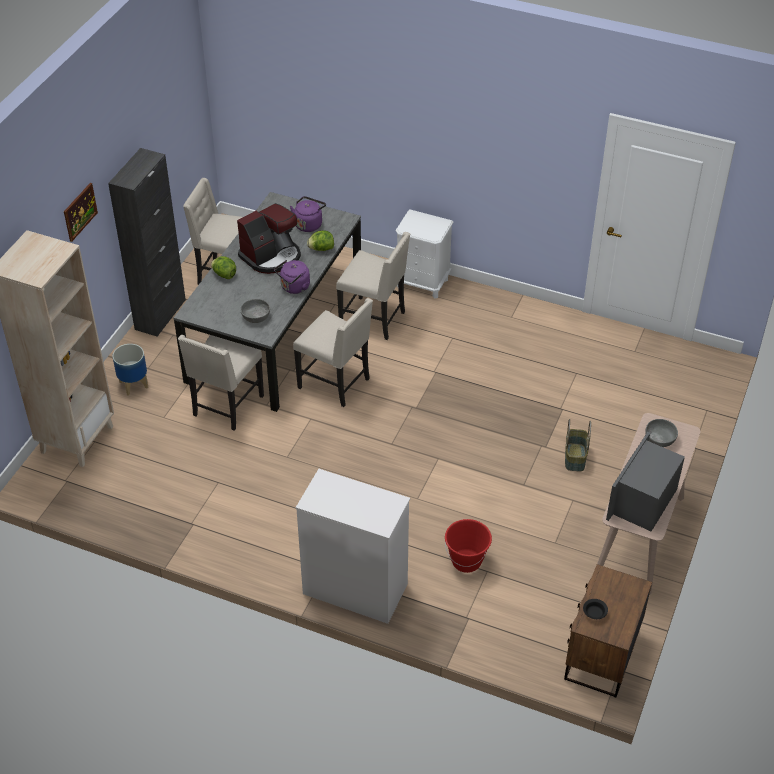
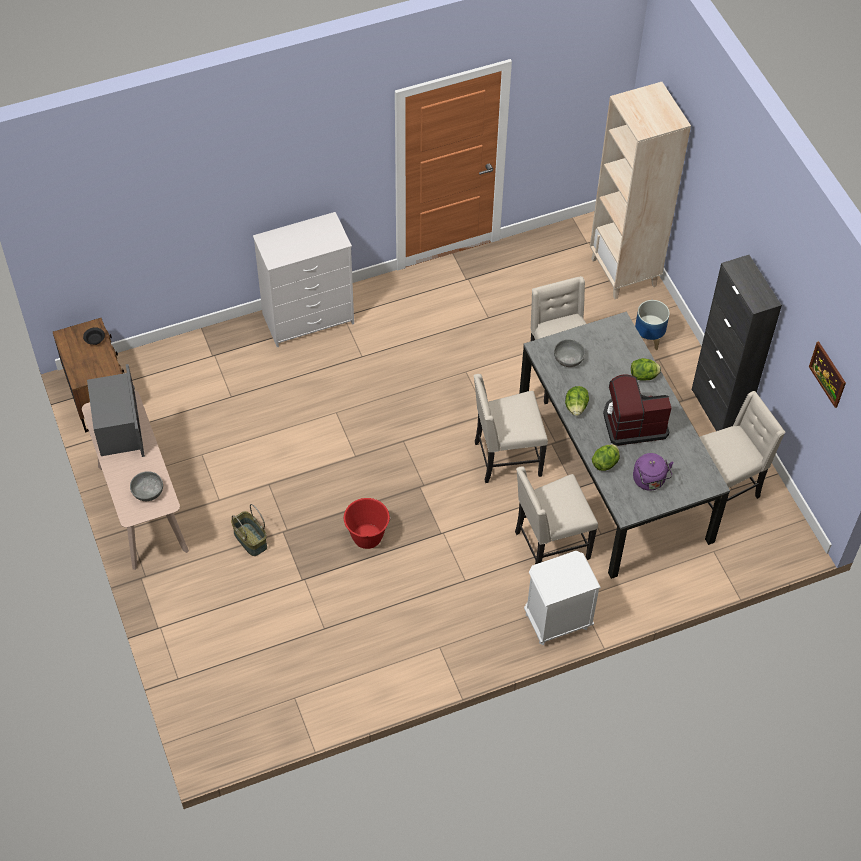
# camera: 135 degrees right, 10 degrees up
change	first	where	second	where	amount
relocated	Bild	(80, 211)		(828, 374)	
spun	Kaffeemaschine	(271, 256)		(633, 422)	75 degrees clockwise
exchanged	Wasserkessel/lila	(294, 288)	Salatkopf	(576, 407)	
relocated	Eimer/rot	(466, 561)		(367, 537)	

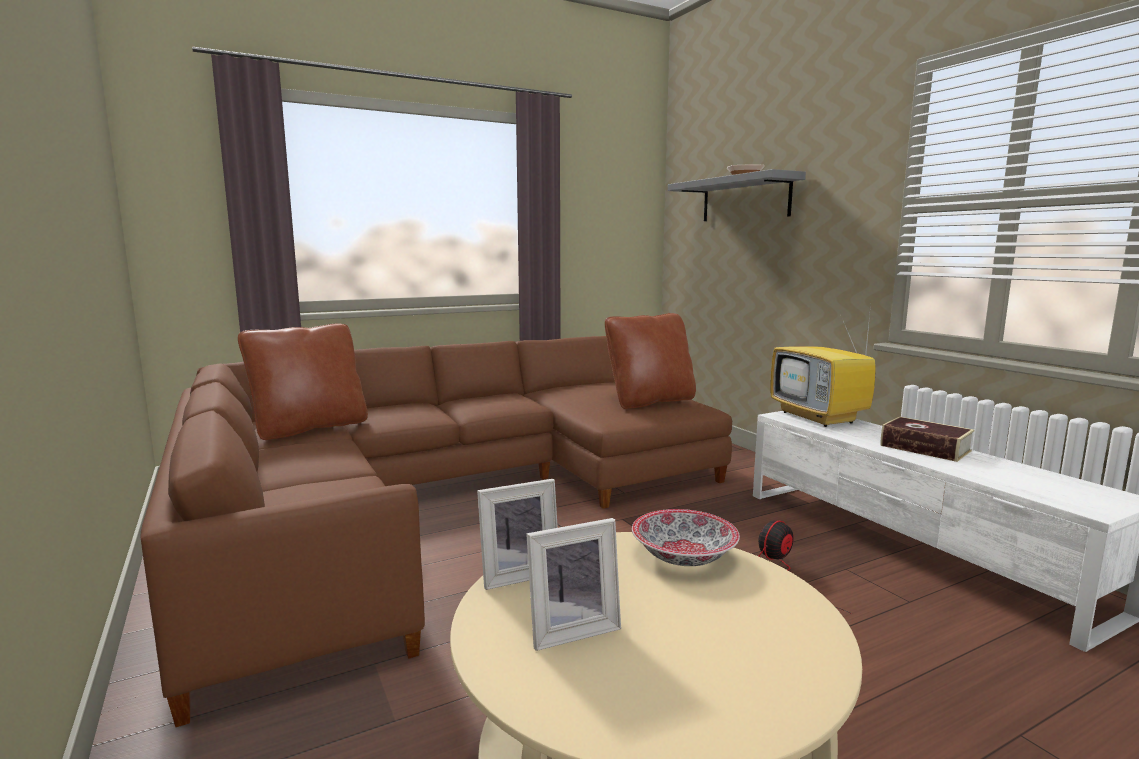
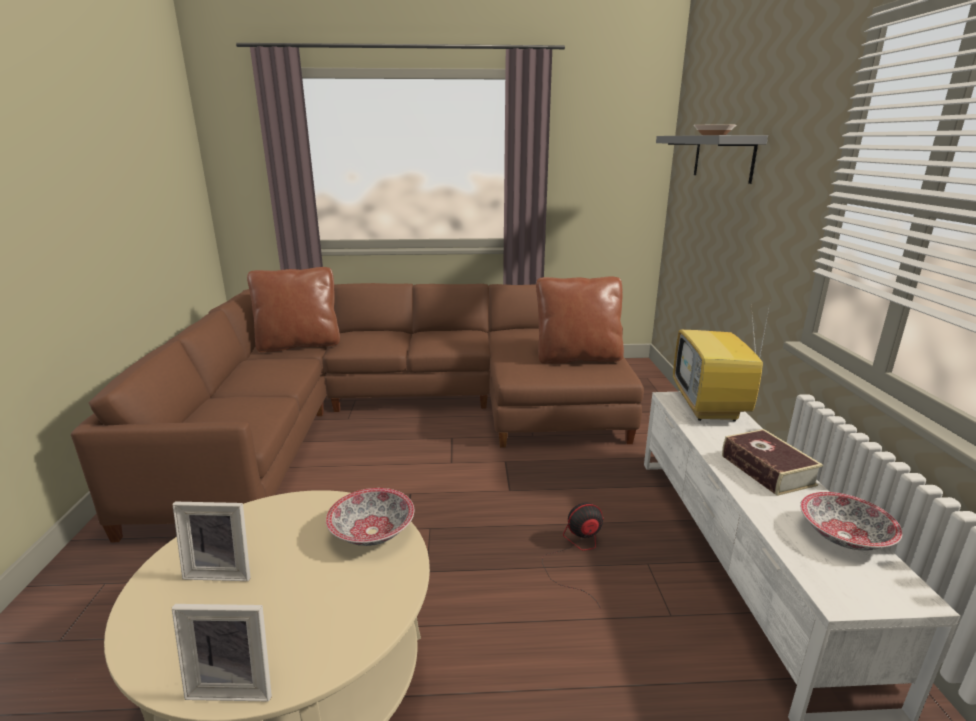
# camera: 25 degrees right, 10 degrees up
change	first	where	second	where	amount
relocated	Bilderrahmen	(518, 574)		(235, 683)	
appeared			Schüssel	(844, 537)	

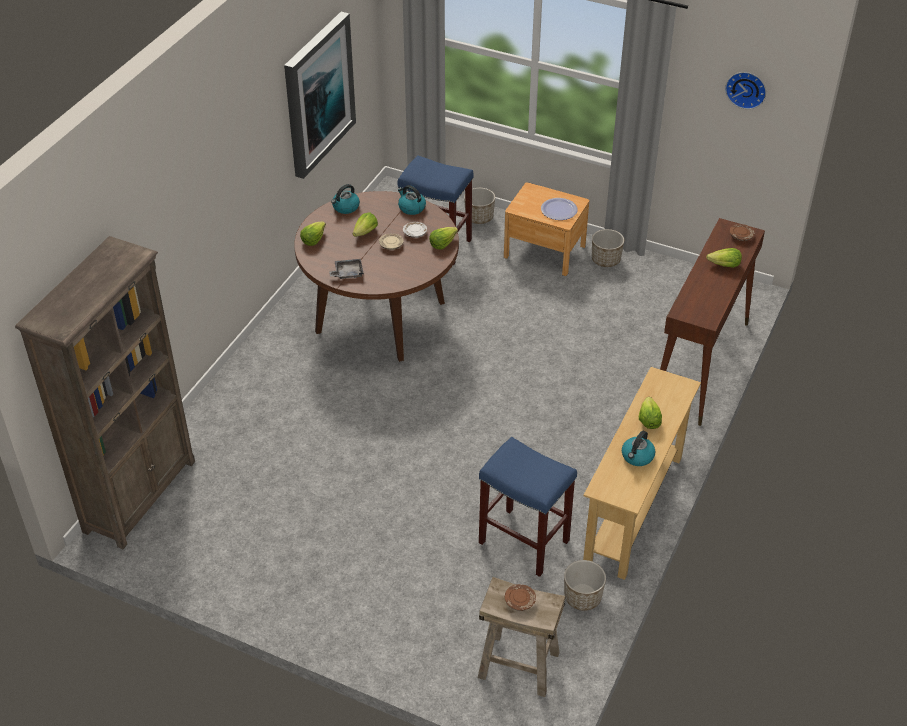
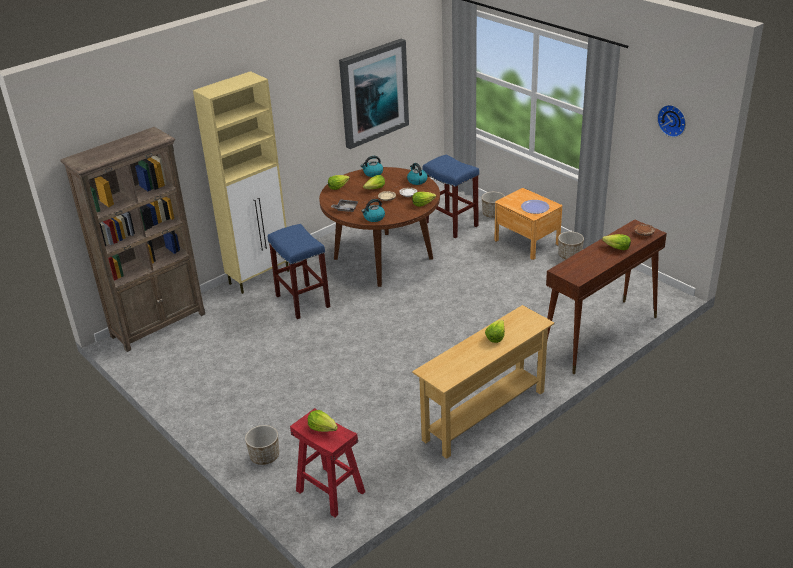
# camera: 25 degrees right, 10 degrees down
change	first	where	second	where	amount
relocated	Wasserkessel	(637, 457)		(374, 218)	
relocated	Hocker/blau	(522, 541)		(302, 301)	
relocated	Pflanzkübel	(582, 597)		(264, 456)	
colour	Hocker/beige	(518, 665)	Hocker/rot	(330, 491)	
exchanged	Teller/braun	(520, 601)	Salatkopf	(323, 428)	
appeared			Schrank/beige	(260, 277)	

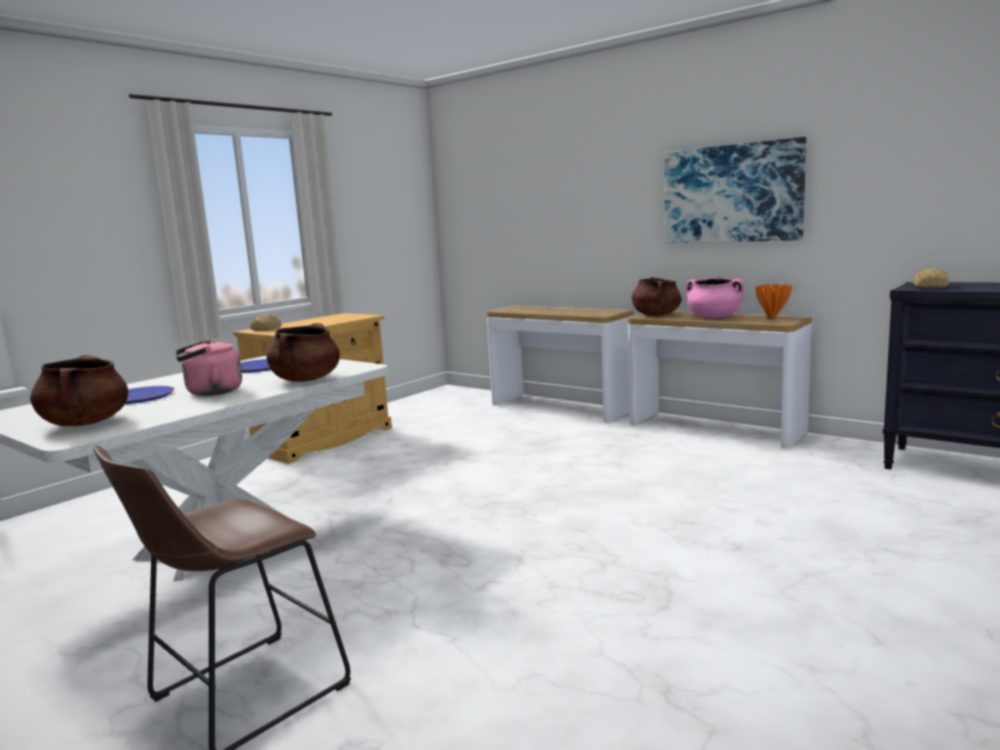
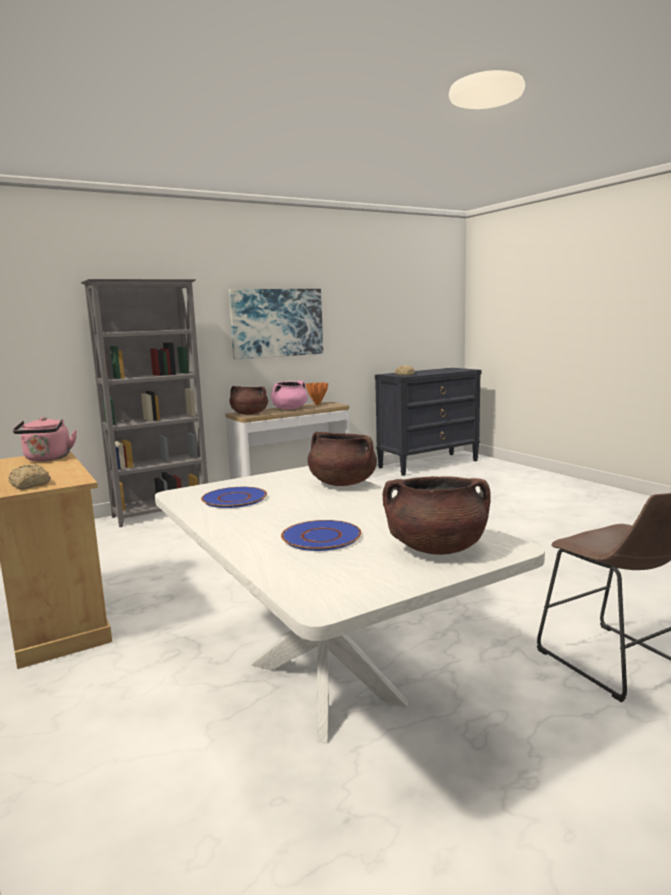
# camera: 70 degrees left, 0 degrees up
change	first	where	second	where	amount
exchanged	Konsolentisch	(560, 407)	Bücherregal/grau	(162, 513)	
relocated	Wasserkessel/rosa	(210, 392)		(47, 459)	

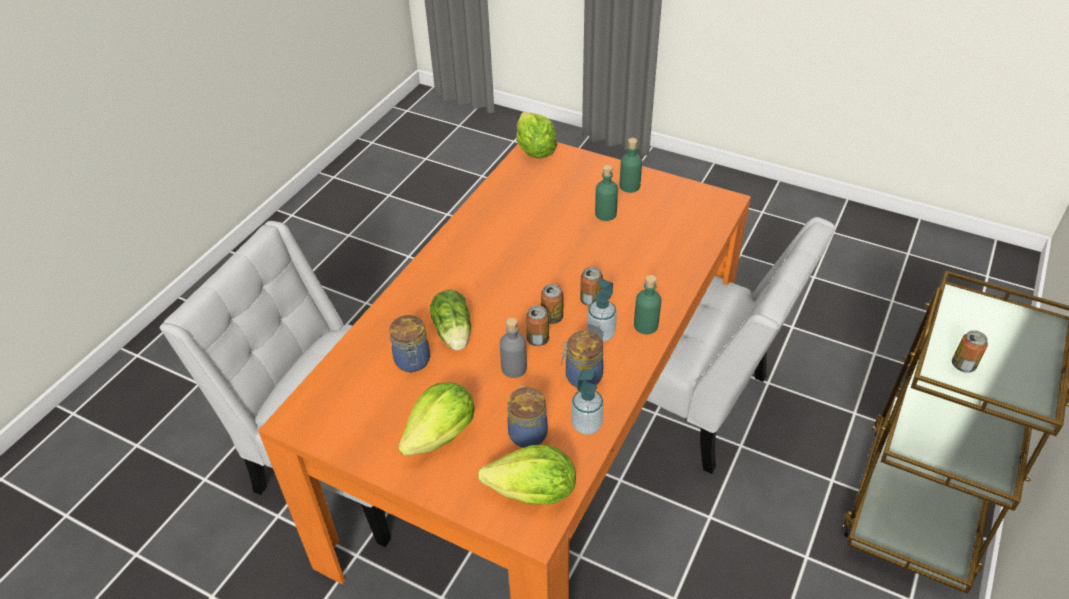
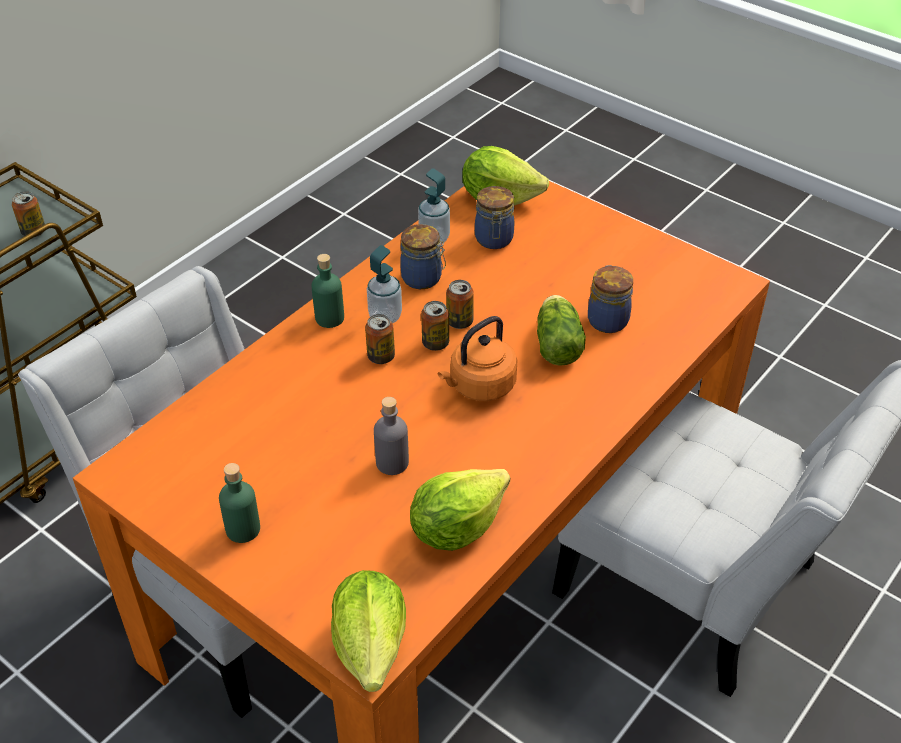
# camera: 170 degrees left, 0 degrees up
change	first	where	second	where	amount
missing	Flasche/grün	(605, 214)			
relocated	Flasche/grau	(514, 368)		(392, 462)	
relocated	Salatkopf	(442, 435)		(456, 527)	
appeared			Wasserkessel/orange	(479, 386)	

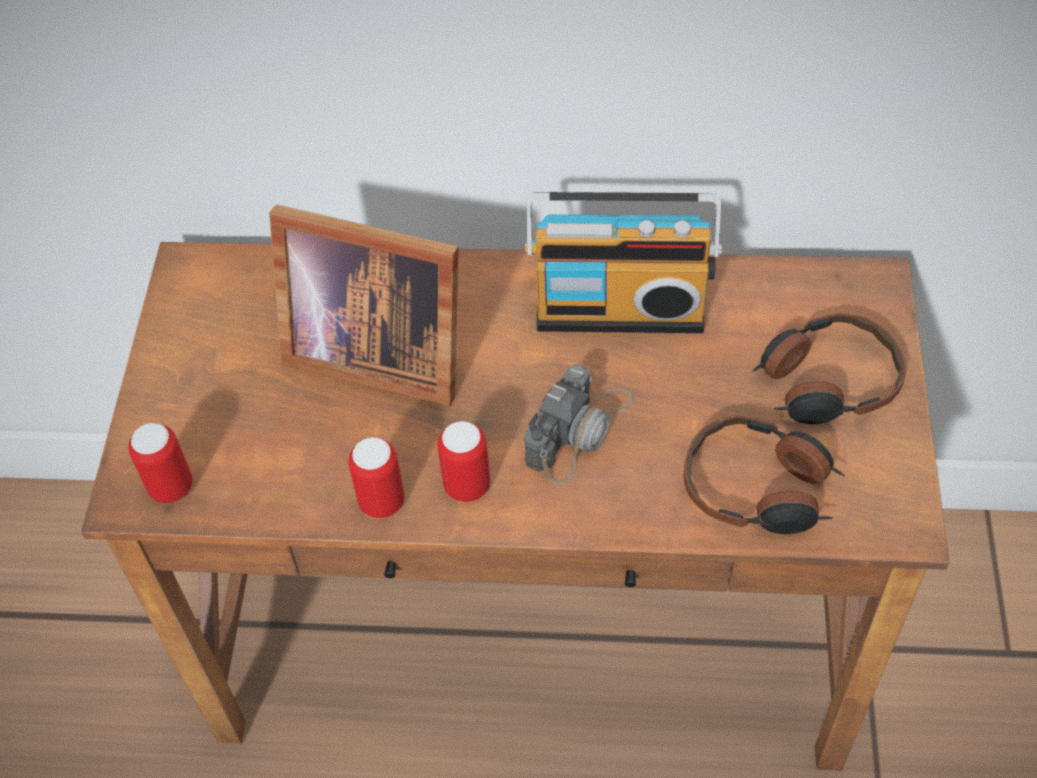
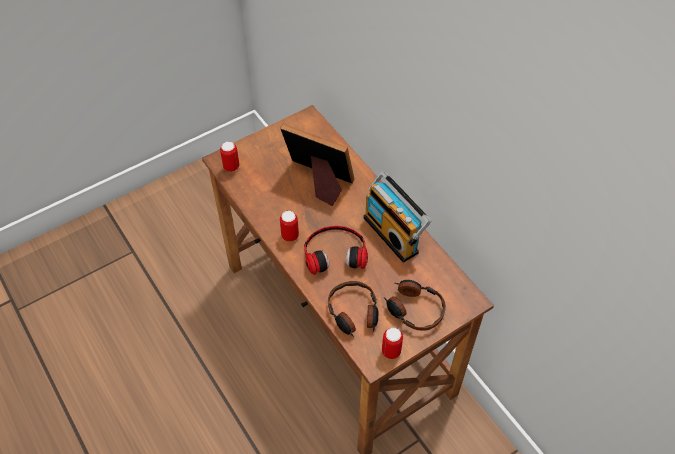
# camera: 50 degrees right, 0 degrees up
change	first	where	second	where	amount
spun	Bilderrahmen	(374, 350)		(319, 181)	135 degrees clockwise
exchanged	Kamera	(579, 430)	Kopfhörer	(335, 252)	
relocated	Dose	(382, 502)		(391, 351)	

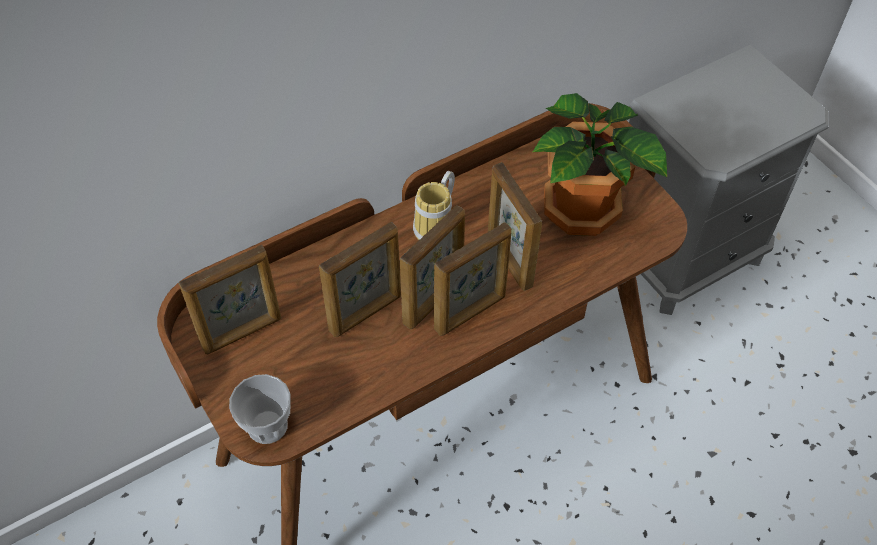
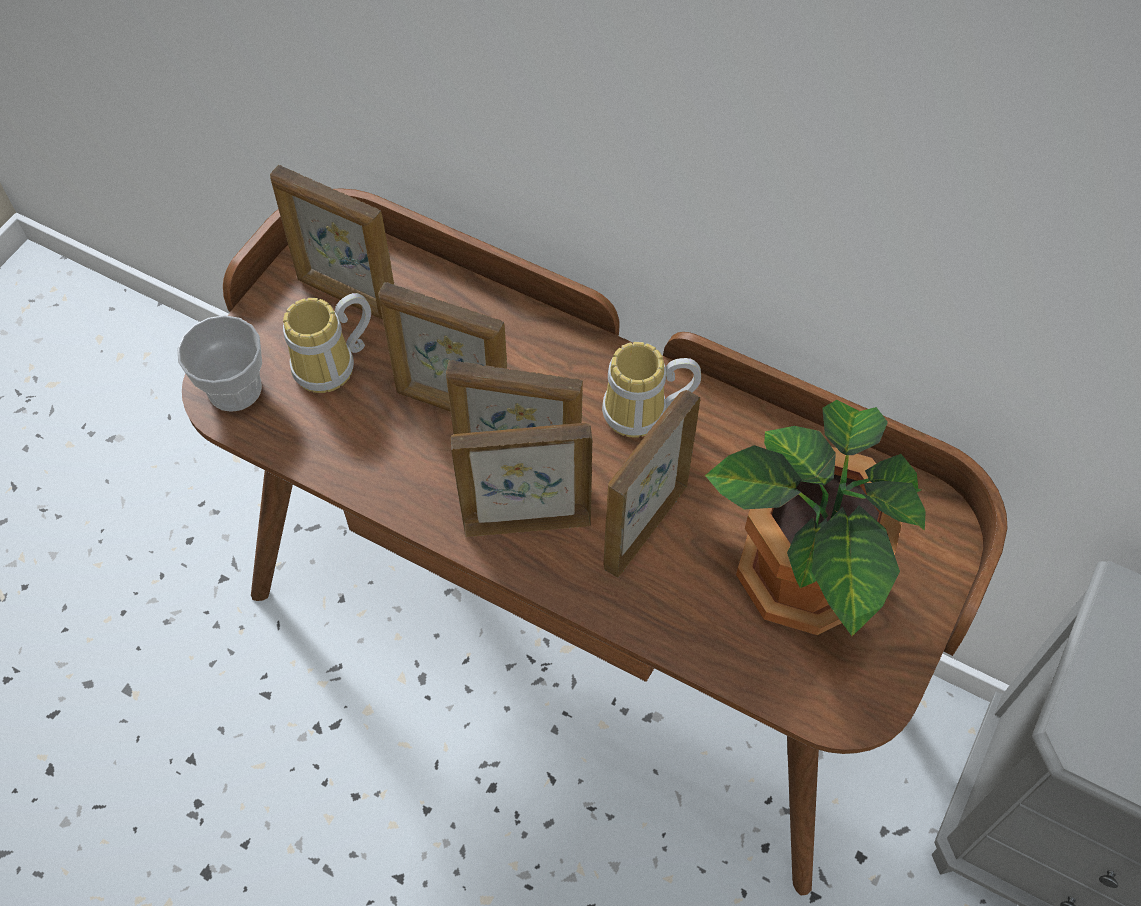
# camera: 60 degrees right, 5 degrees up
change	first	where	second	where	amount
spun	Bilderrahmen	(471, 313)		(526, 522)	150 degrees clockwise
appeared			Henkelbecher	(334, 367)	

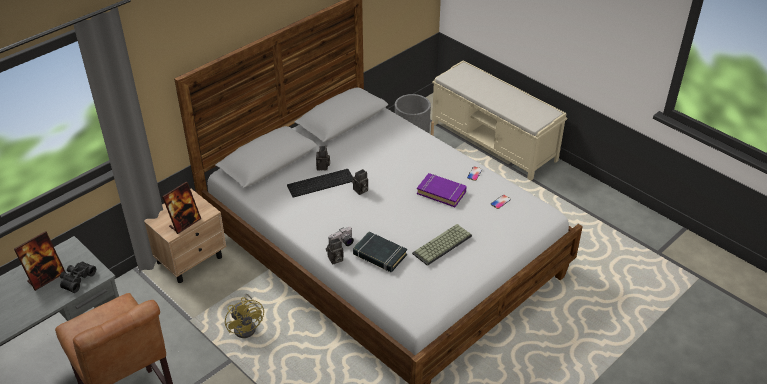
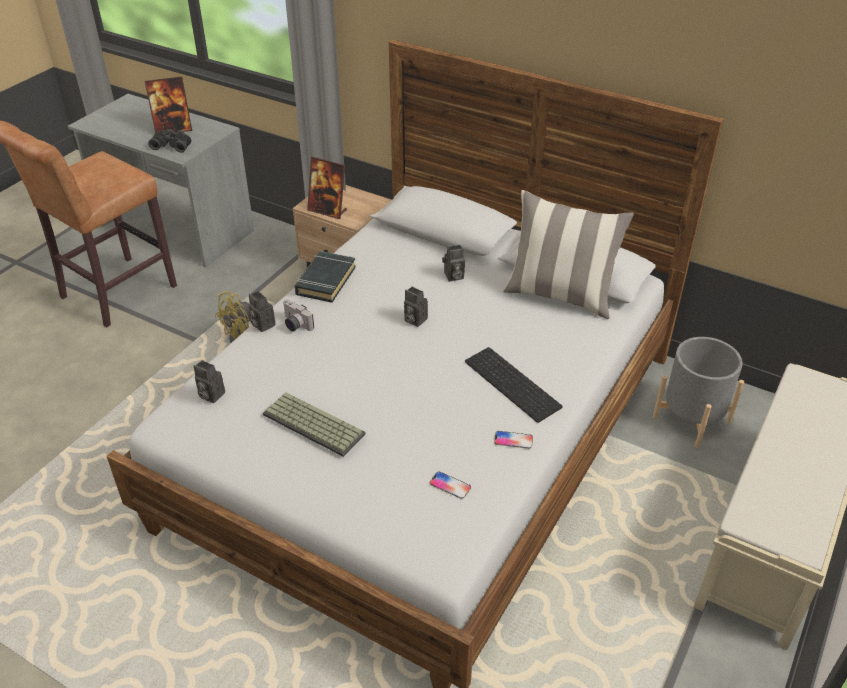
# camera: 75 degrees right, 0 degrees up
change	first	where	second	where	amount
relocated	Tastatur	(321, 182)		(514, 384)	
missing	Buch/lila	(441, 192)			
spun	Bilderrahmen	(46, 277)		(173, 129)	45 degrees counterclockwise
relocated	Buch/schwarz	(379, 255)		(325, 280)	
appeared			Kissen	(560, 296)	
appeared			Kamera	(210, 395)	

